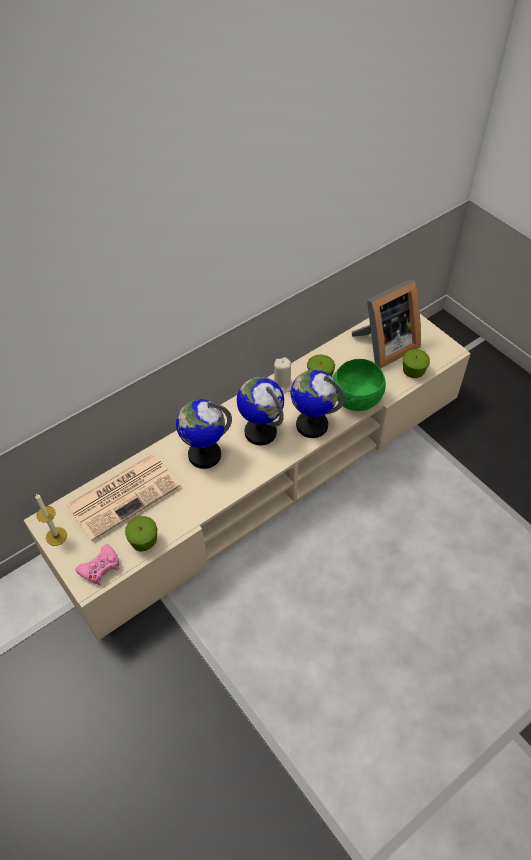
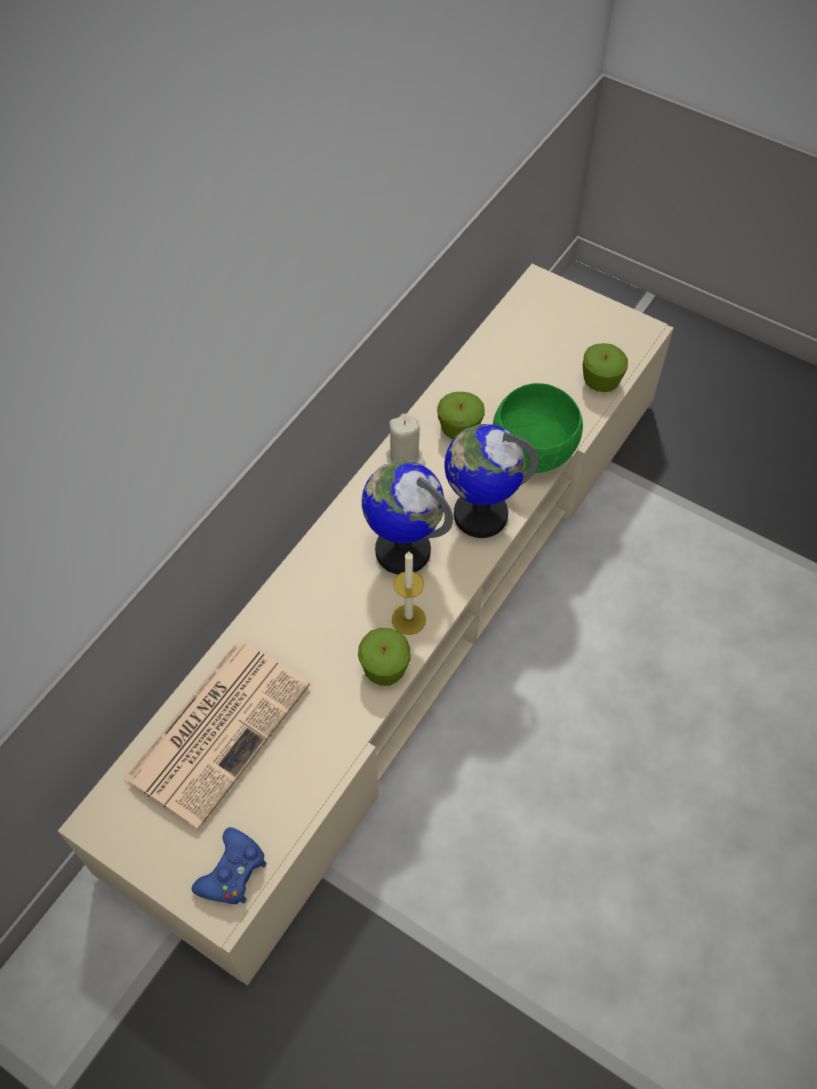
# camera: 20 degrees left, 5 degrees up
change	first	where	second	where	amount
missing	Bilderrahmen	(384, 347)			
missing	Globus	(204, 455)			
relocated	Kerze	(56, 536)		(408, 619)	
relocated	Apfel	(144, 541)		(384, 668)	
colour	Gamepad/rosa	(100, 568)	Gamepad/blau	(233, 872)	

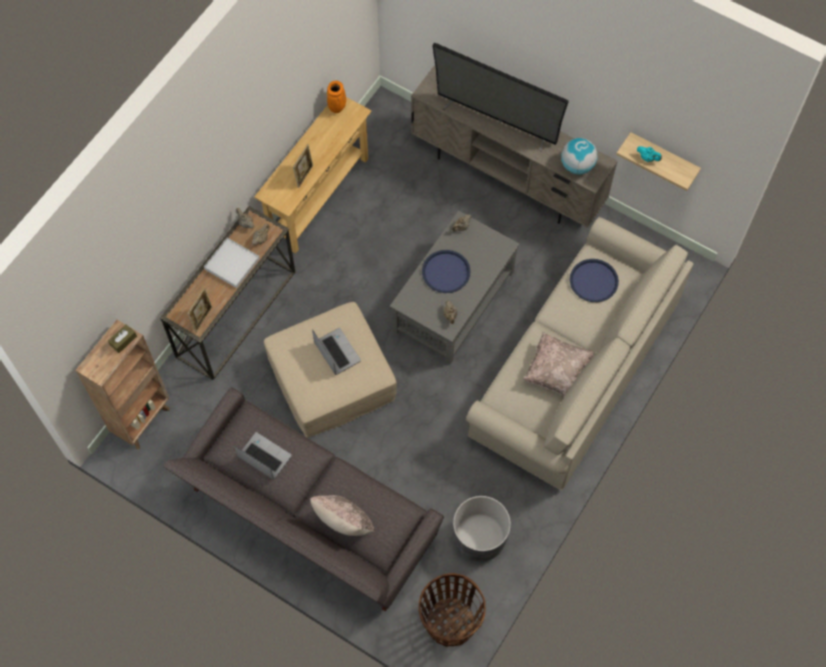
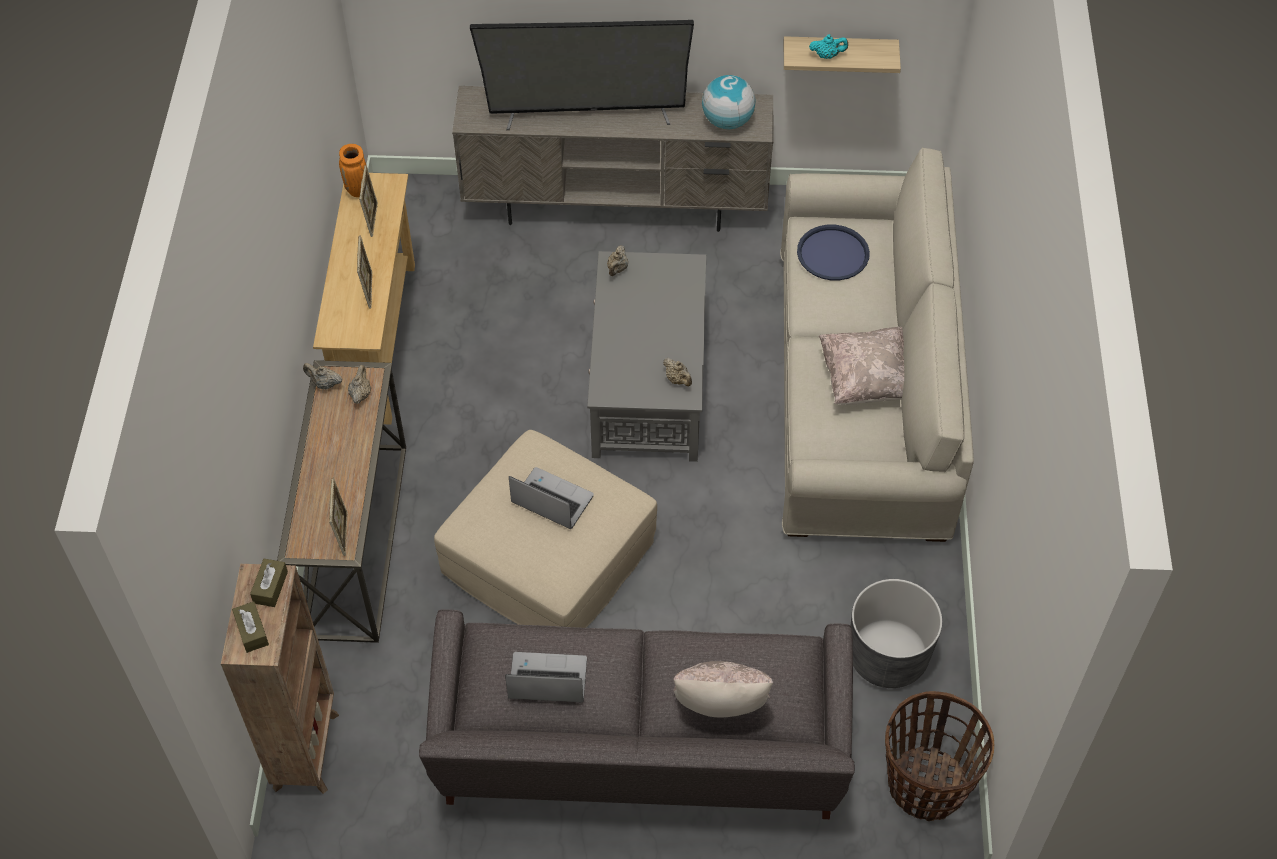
# camera: 30 degrees left, 10 degrees down
change	first	where	second	where	amount
missing	Tablett/weiß	(232, 264)			
missing	Tablett/blau	(446, 272)			
appeared			Bilderrahmen	(372, 219)	
appeared			Taschentuchbox/braun	(252, 631)	

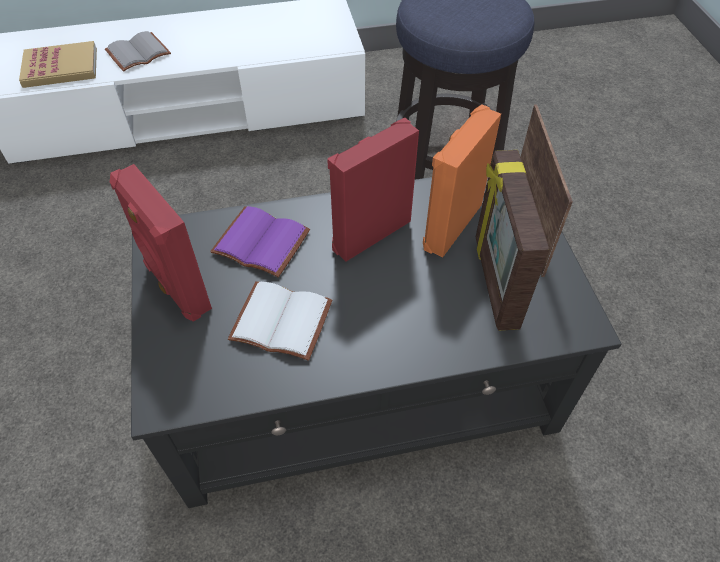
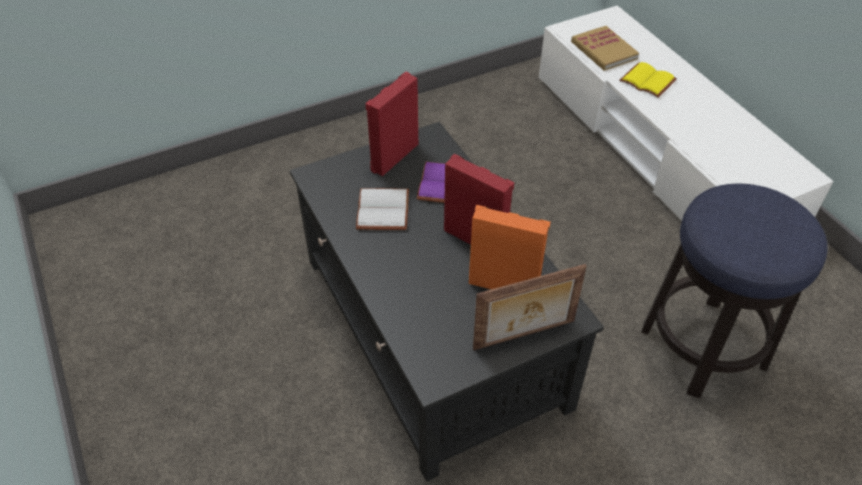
# camera: 75 degrees right, 5 degrees down
change	first	where	second	where	amount
colour	Buch/grau	(138, 52)	Buch/gelb	(649, 81)	
missing	Bilderrahmen	(494, 281)			

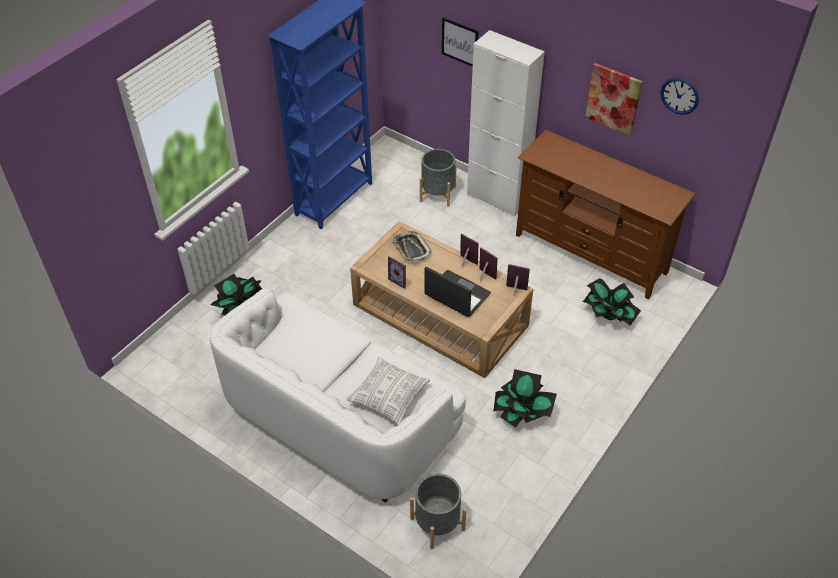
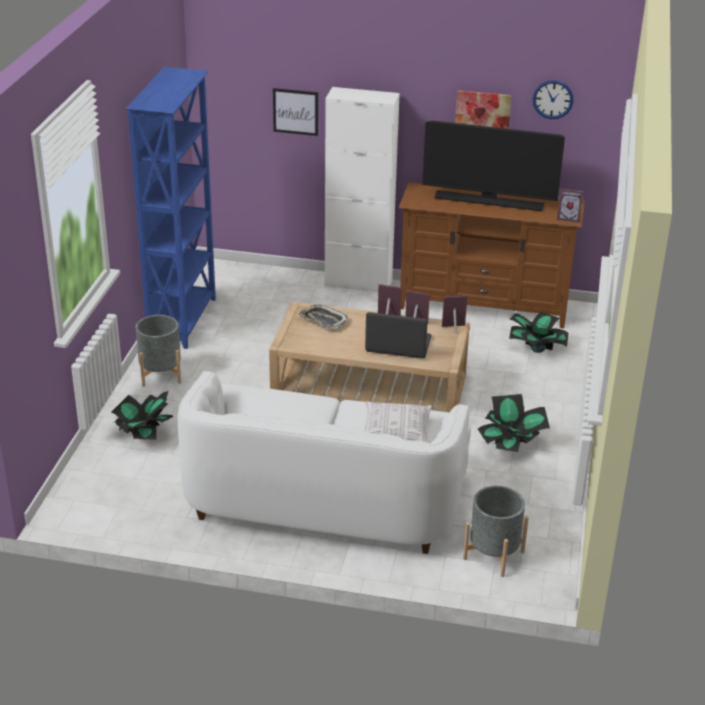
# camera: 25 degrees left, 15 degrees down
change	first	where	second	where	amount
relocated	Pflanzkübel/grau	(437, 194)		(160, 374)	
relocated	Bilderrahmen	(400, 280)		(568, 218)	
appeared			Fernseher	(489, 201)	

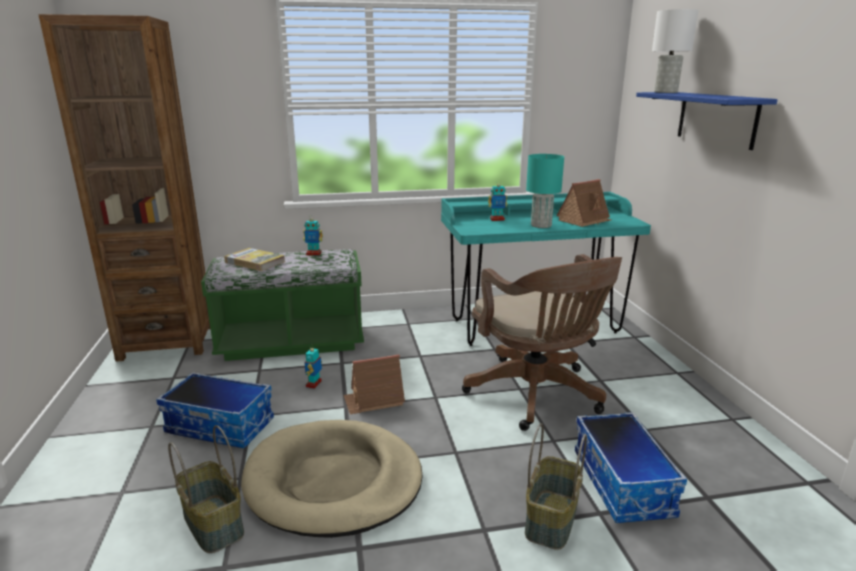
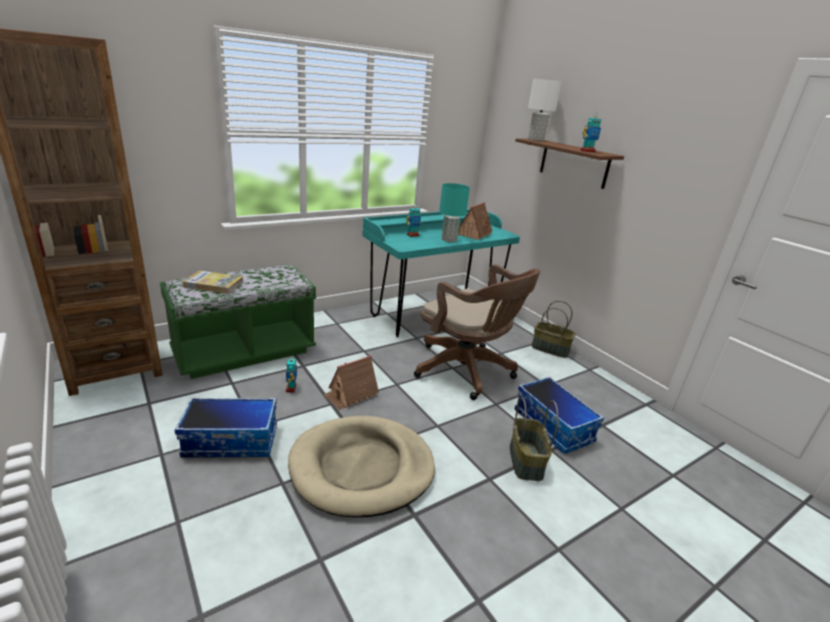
# camera: 25 degrees left, 5 degrees up
change	first	where	second	where	amount
colour	Wandregal/blau	(716, 119)	Wandregal/braun	(574, 163)	
relocated	Spielzeugroboter	(314, 254)		(587, 151)	
relocated	Korb	(214, 523)		(550, 349)	

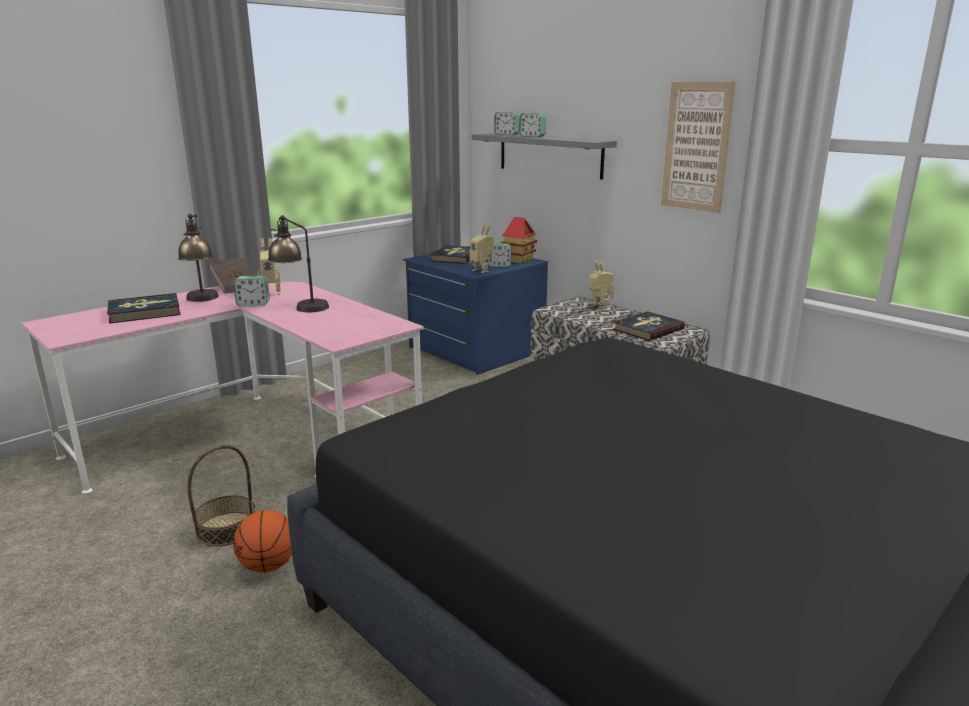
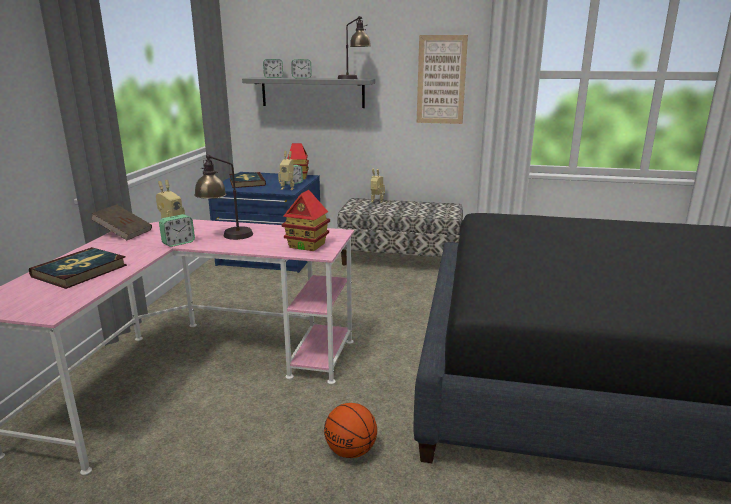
# camera: 35 degrees left, 0 degrees up
change	first	where	second	where	amount
relocated	Tischlampe	(202, 300)		(354, 78)	
missing	Buch	(648, 329)			
missing	Korb	(226, 528)			
appeared			Spielzeughaus	(307, 245)	

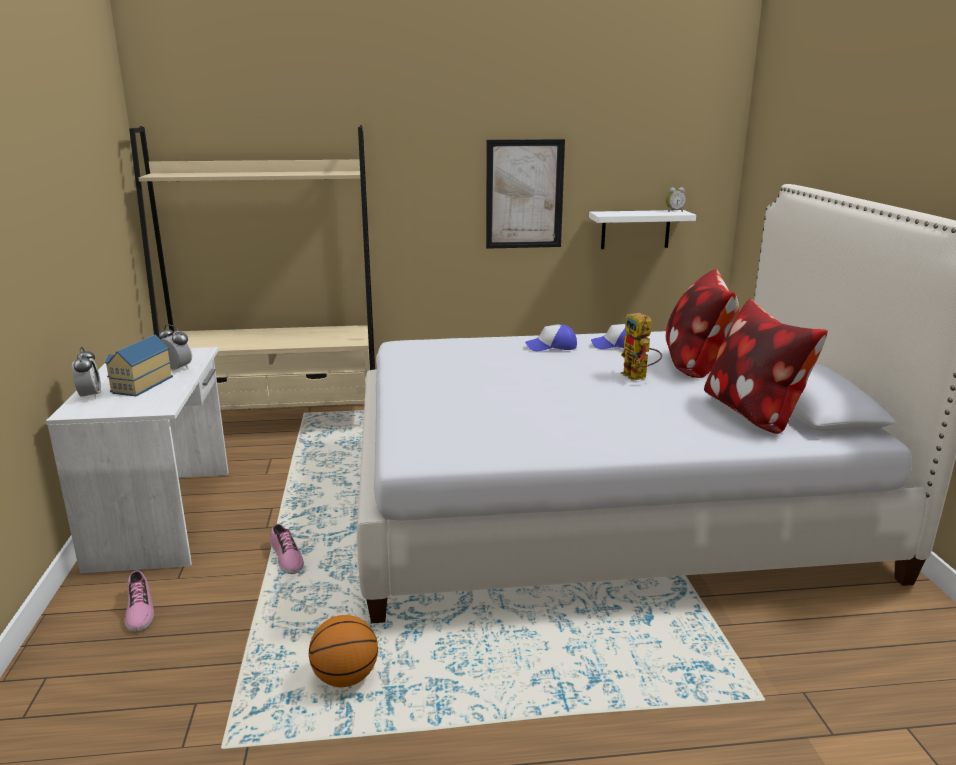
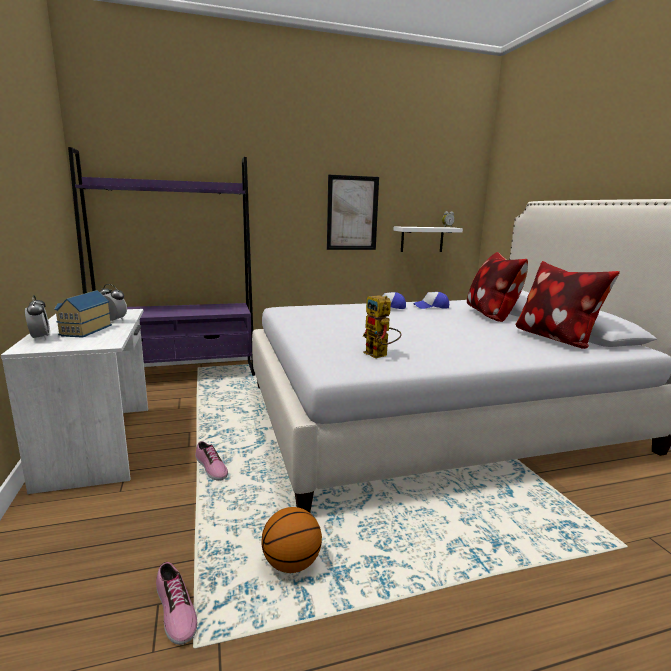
# camera: 10 degrees left, 5 degrees down
change	first	where	second	where	amount
colour	Bücherregal/beige	(278, 421)	Bücherregal/lila	(179, 373)	
relocated	Spielzeugroboter	(639, 377)		(380, 355)	
relocated	Schuh	(138, 610)		(174, 611)	

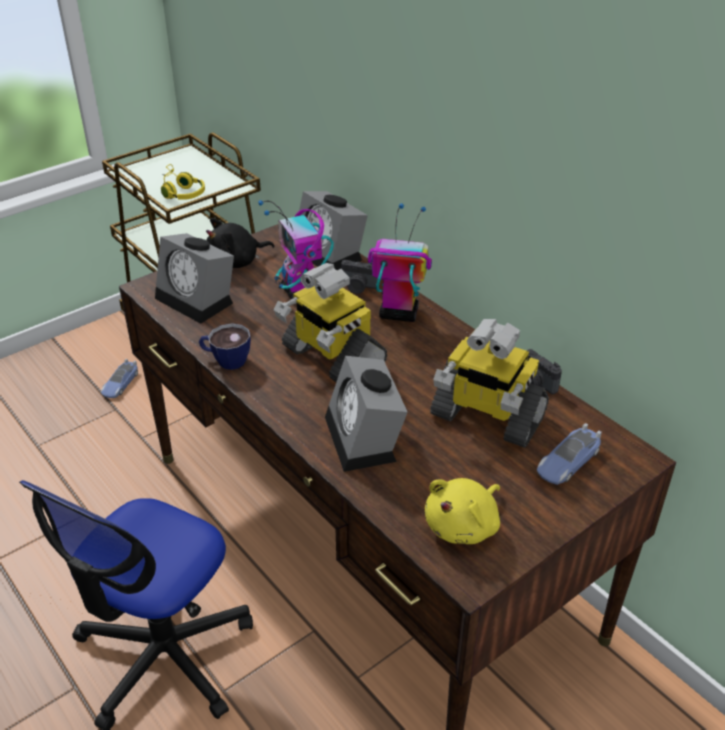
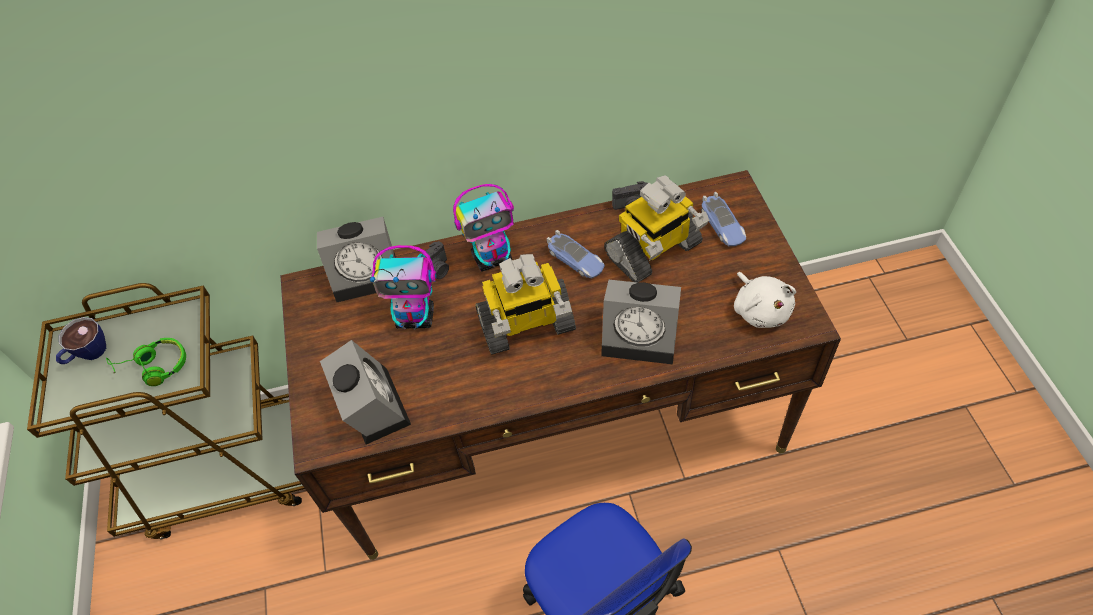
# camera: 60 degrees left, 15 degrees up
change	first	where	second	where	amount
colour	Kopfhörer/gelb	(181, 192)	Kopfhörer/grün	(154, 367)	
spun	Spielzeugroboter	(398, 314)		(492, 258)	150 degrees counterclockwise
missing	Plüschtier/schwarz	(236, 262)			
spun	Wecker	(198, 300)		(371, 405)	90 degrees counterclockwise
relocated	Tasse	(225, 360)		(88, 354)	
relocated	Spielzeugauto	(120, 384)		(575, 259)	
colour	Plüschtier/gelb	(464, 526)	Plüschtier/weiß	(760, 310)	

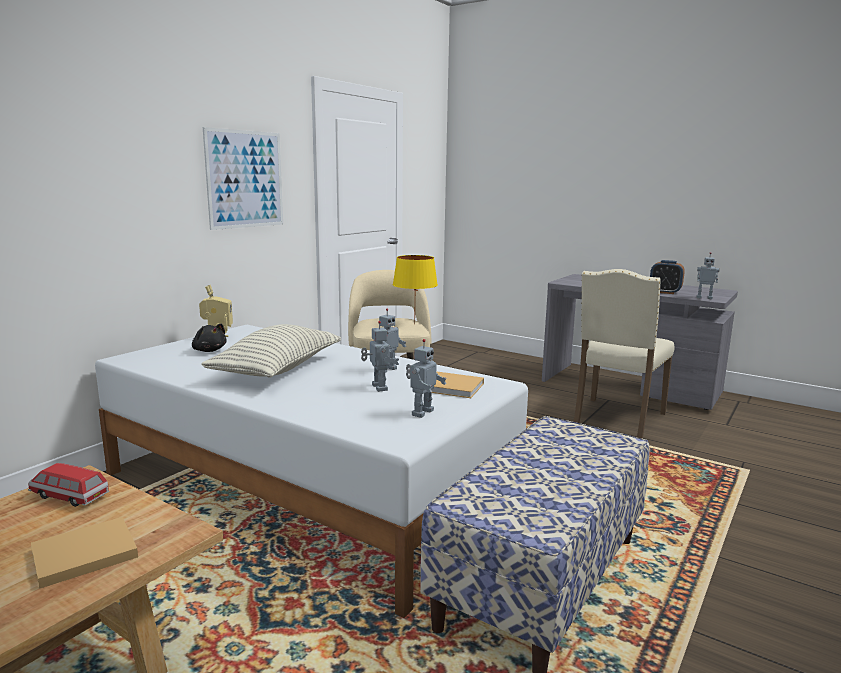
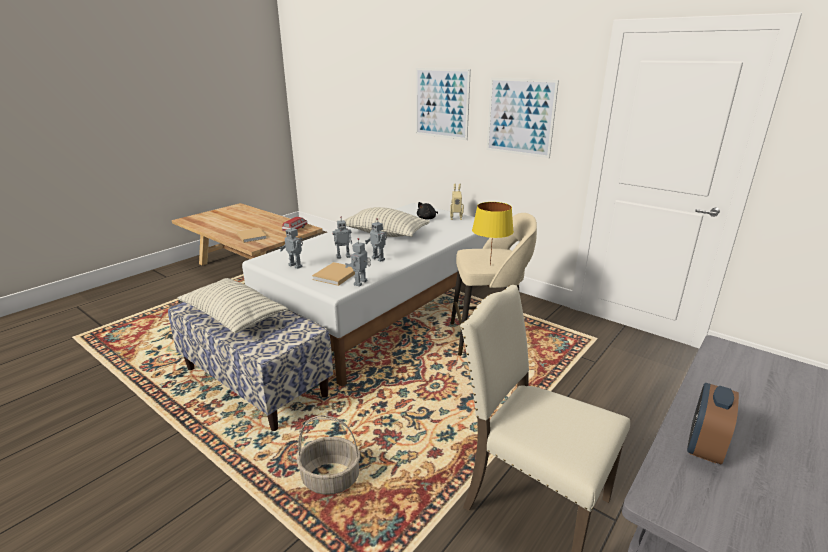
# camera: 95 degrees right, 10 degrees up
change	first	where	second	where	amount
relocated	Spielzeugroboter	(704, 298)		(361, 283)	
appeared			Bild	(441, 103)	
appeared			Kissen	(234, 317)	
appeared			Korb	(331, 478)	

